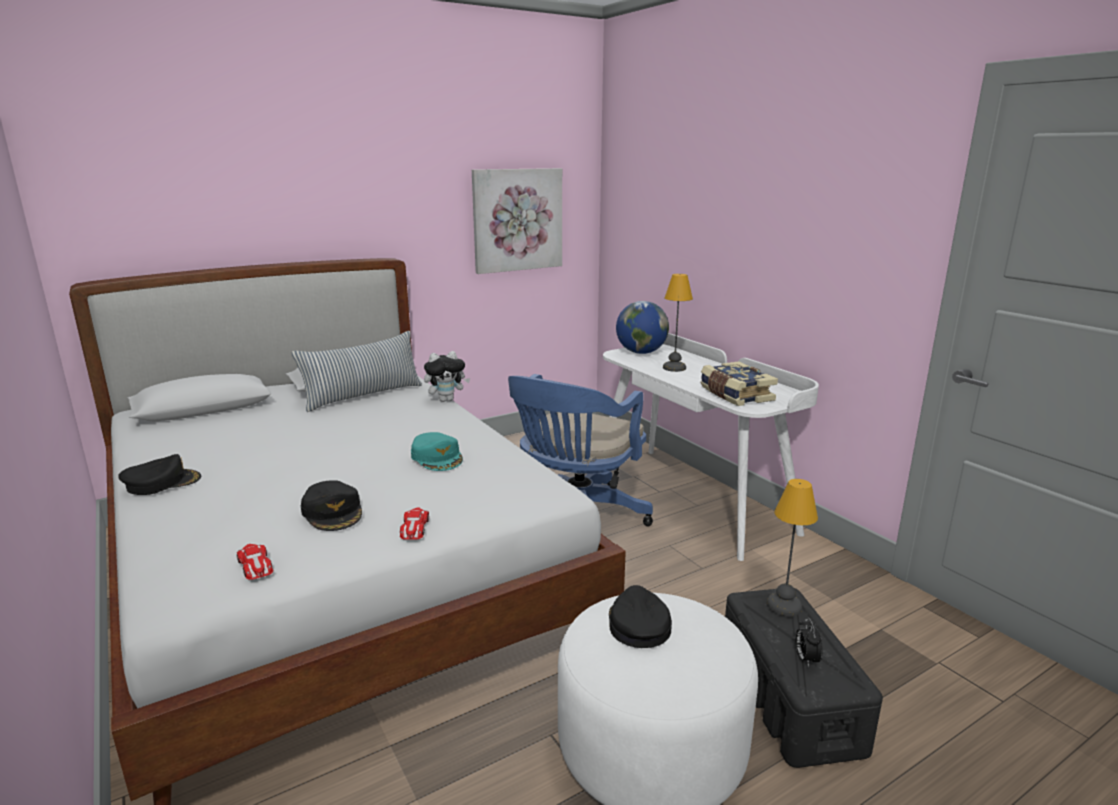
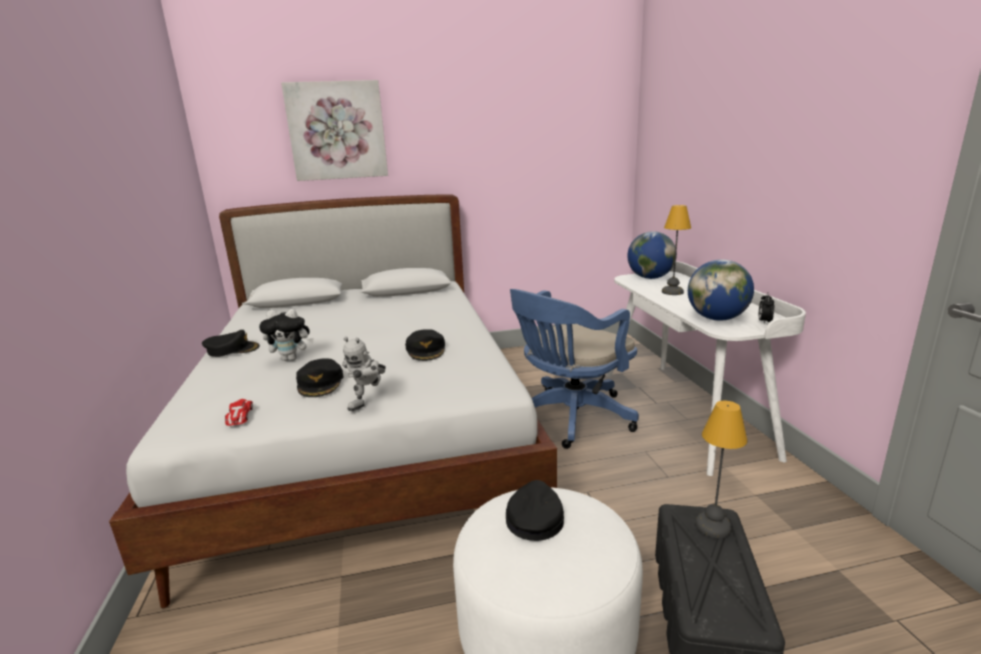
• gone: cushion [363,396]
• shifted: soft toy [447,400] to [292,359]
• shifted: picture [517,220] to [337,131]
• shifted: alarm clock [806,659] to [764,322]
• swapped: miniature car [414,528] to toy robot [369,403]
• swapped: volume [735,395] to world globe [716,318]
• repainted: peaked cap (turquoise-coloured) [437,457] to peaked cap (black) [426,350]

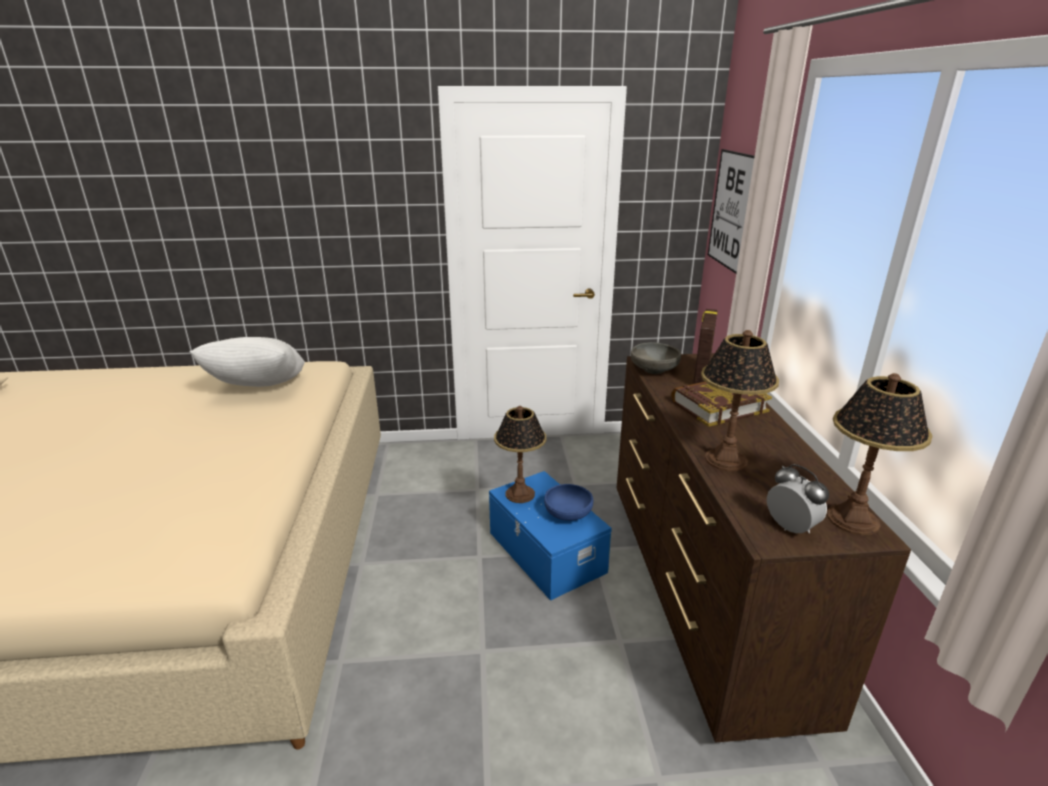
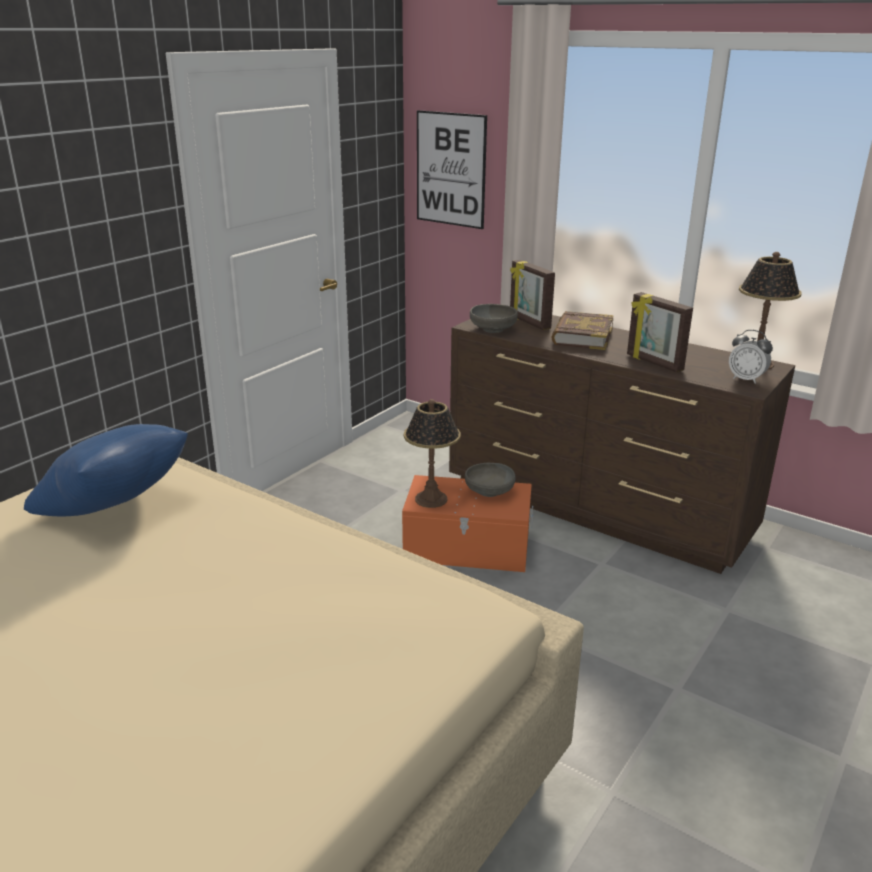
• swapped: table lamp [725,460] to photo frame [653,363]
• repainted: cushion (white) [258,390] to cushion (blue-coloured) [116,510]
• repainted: storage box (blue-coloured) [545,553] to storage box (orange-coloured) [467,547]
• repainted: deep dish (blue-coloured) [568,514] to deep dish (greyish) [489,491]
• rotated: alarm clock [790,527] = [746,379] 150 degrees counterclockwise

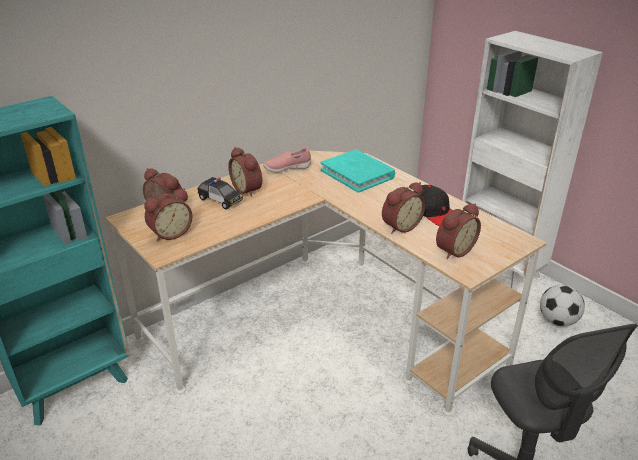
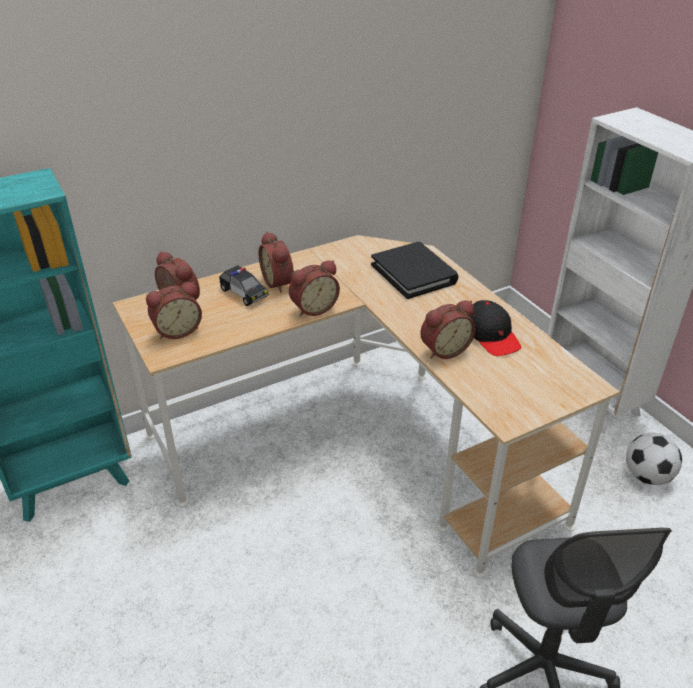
• gone: low shoe (pink-coloured) [287,169]
• shifted: alarm clock [453,250] to [313,308]
• repainted: volume (turquoise-coloured) [357,174] to volume (black) [414,273]

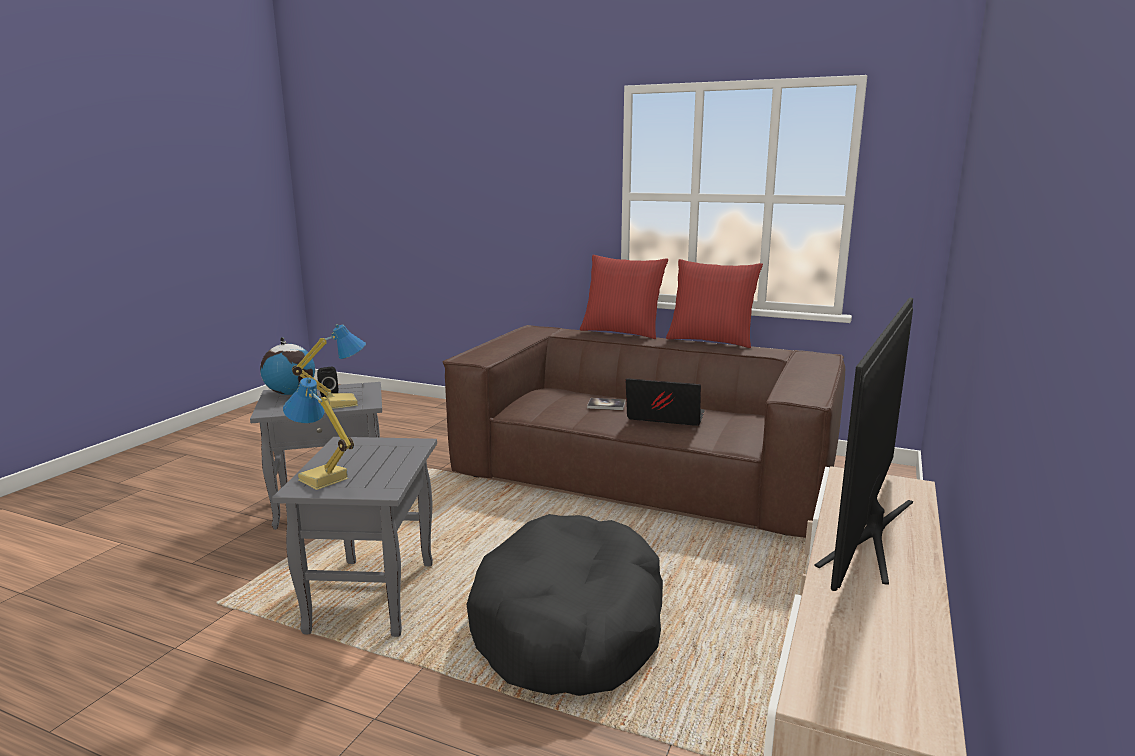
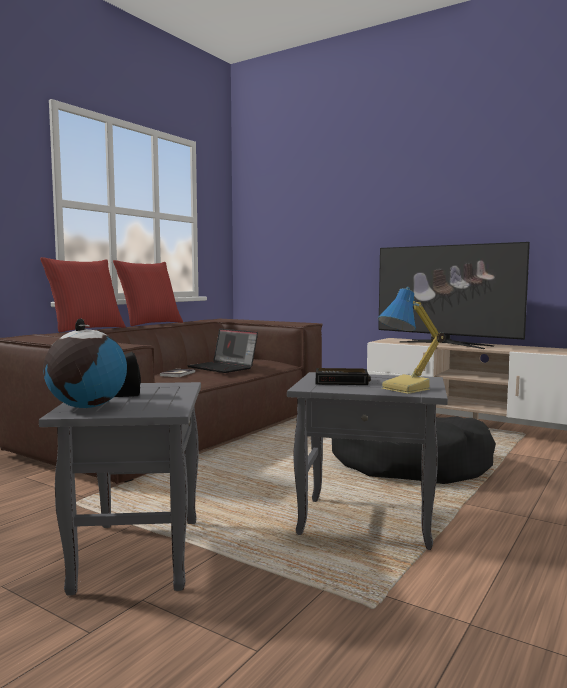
• gone: table lamp [341,403]
• new: alarm clock [342,382]
• rotated: laptop [664,418] = [223,368] 75 degrees counterclockwise

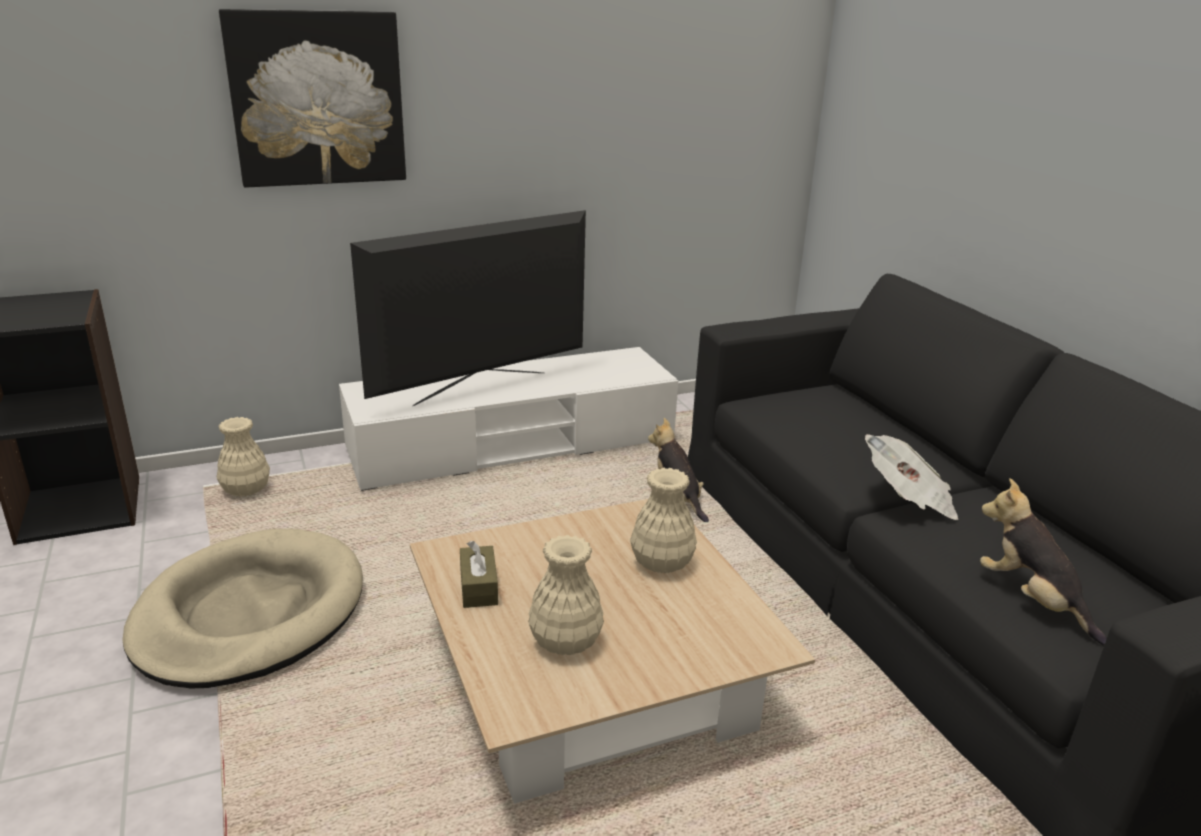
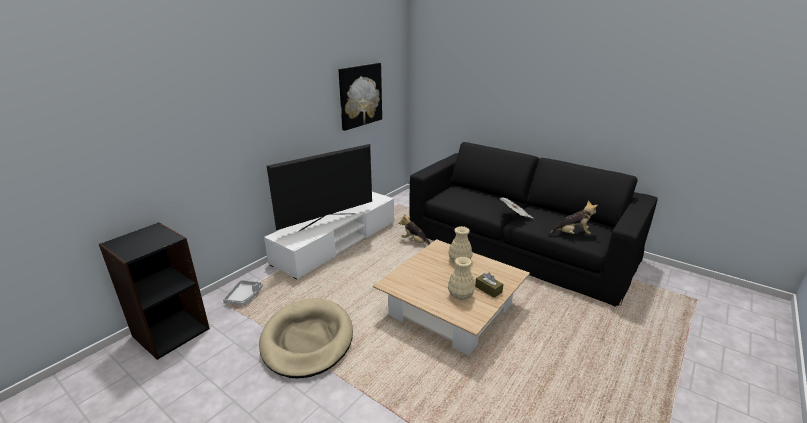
• shifted: picture [317,99] to [360,95]
• shifted: tissue holder (brown-coloured) [478,587] to [488,289]
• swapped: vase (beige-coloured) [246,490] to carrying tray (greyish) [244,296]
• rotated: TV set [482,389] = [327,222] 150 degrees counterclockwise
• rotated: soft toy [1031,600] = [572,234] 150 degrees clockwise

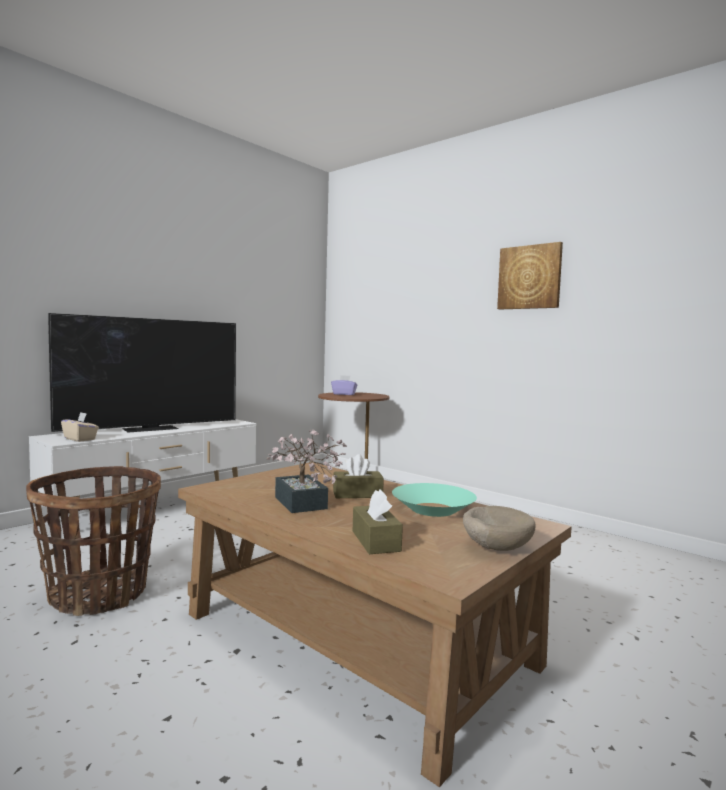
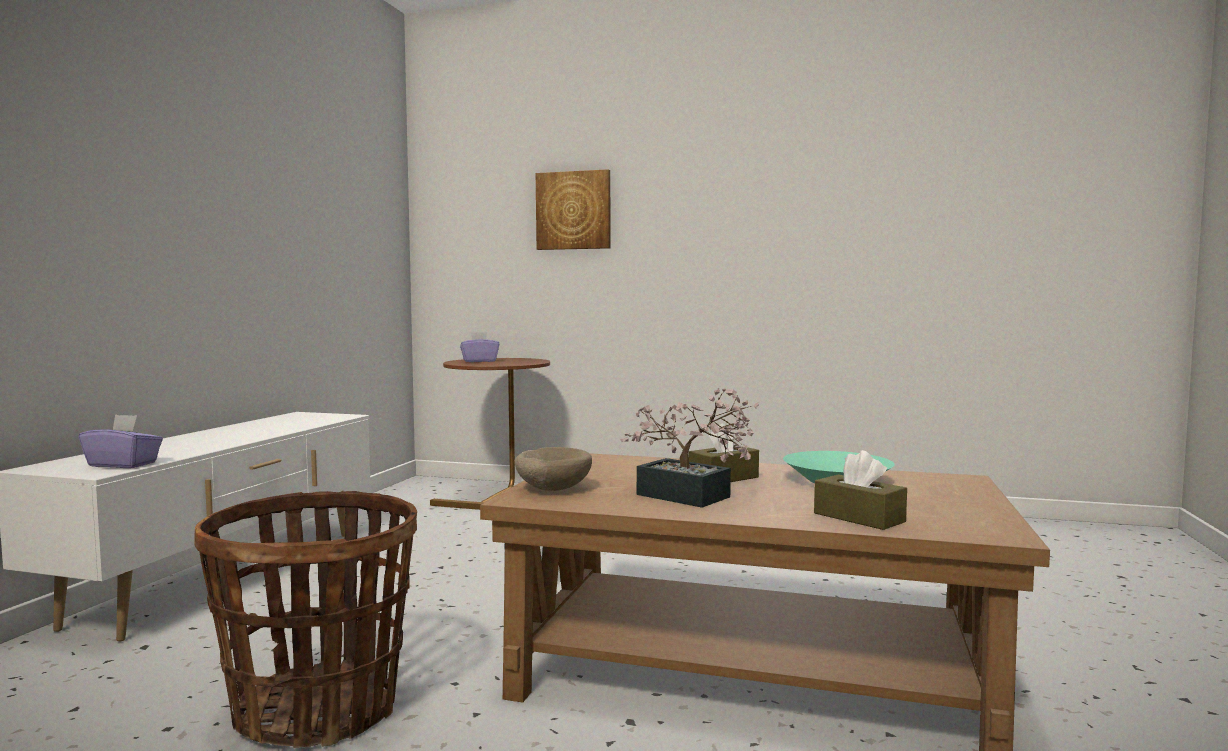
• gone: TV set [151,428]
• shifted: deep dish (beige-coloured) [495,547] to [552,489]
• shifted: picture [529,277] to [574,210]
• repainted: tissue holder (beige-coloured) [80,439] to tissue holder (purple) [123,464]

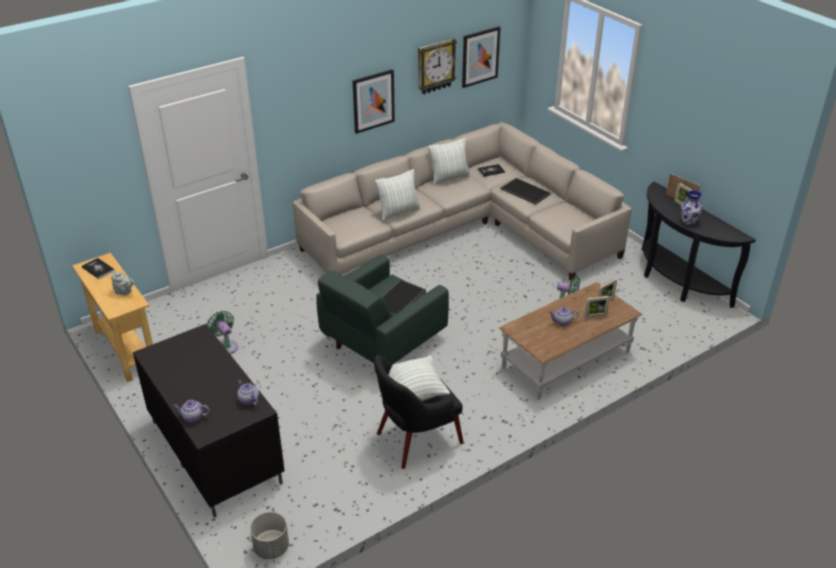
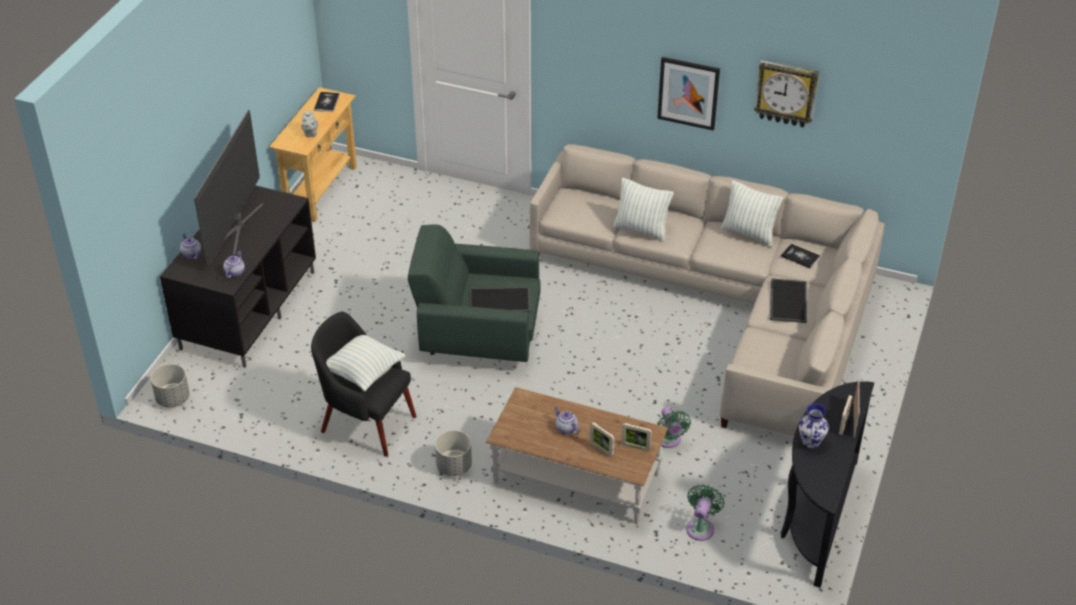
• gone: picture [480,56]
• new: TV set [236,227]
• new: flower pot (greyish) [454,466]
• shifted: fan (green) [226,346] to [701,527]

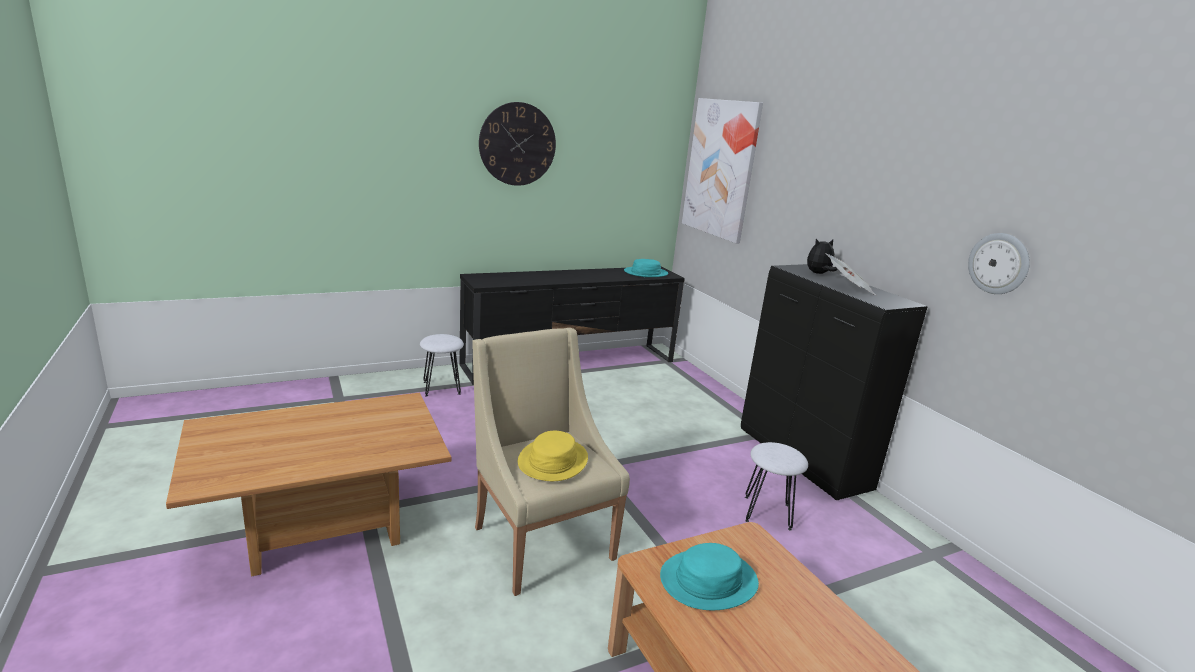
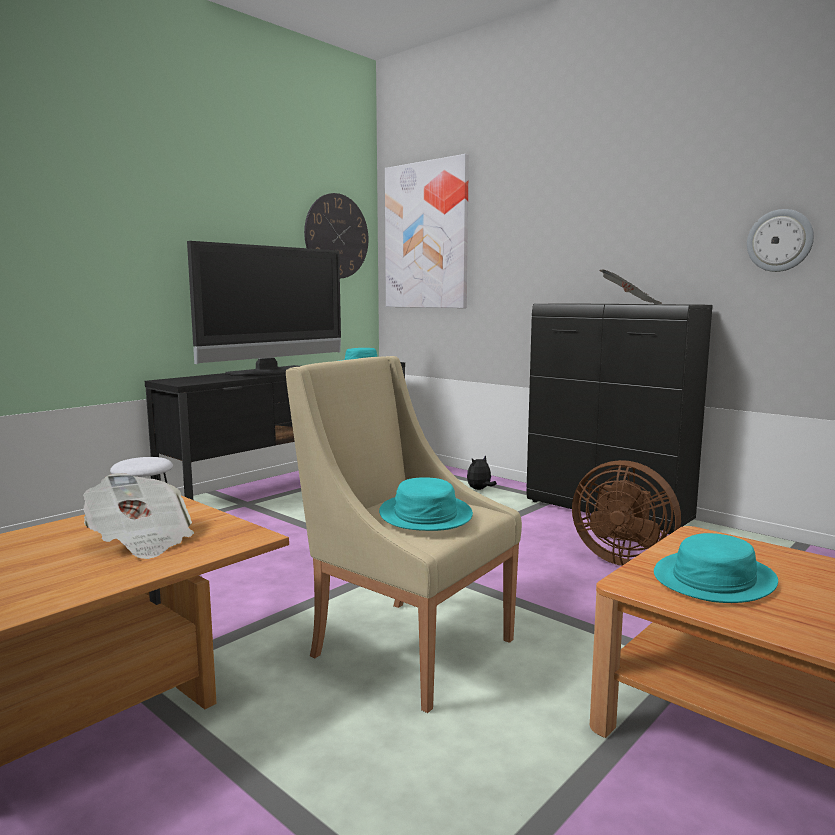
• new: newspaper [141,541]
• new: TV set [272,372]
• shifted: hanging clock [517,144] to [336,236]
• shifted: soft toy [818,274] to [480,489]
• swapped: stool (white) [768,513] to fan (brown-coloured) [622,558]
• repainted: hat (yellowish) [552,460] to hat (turquoise-coloured) [425,514]

